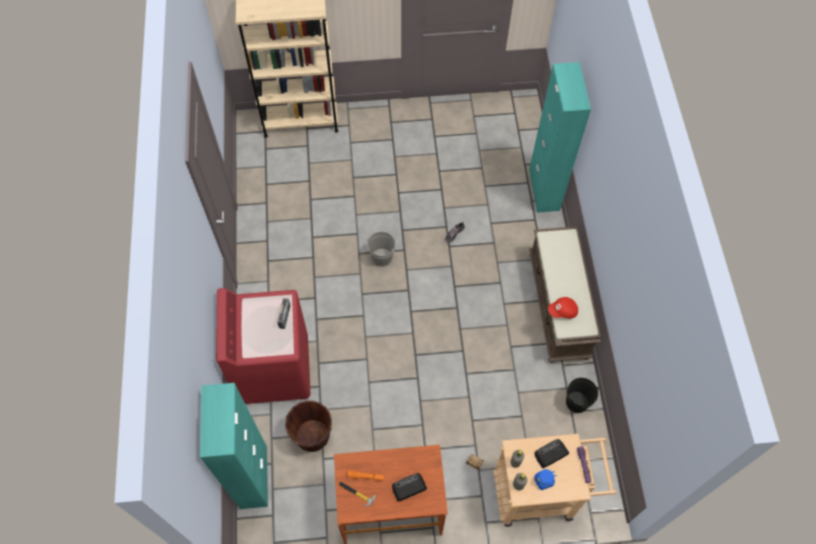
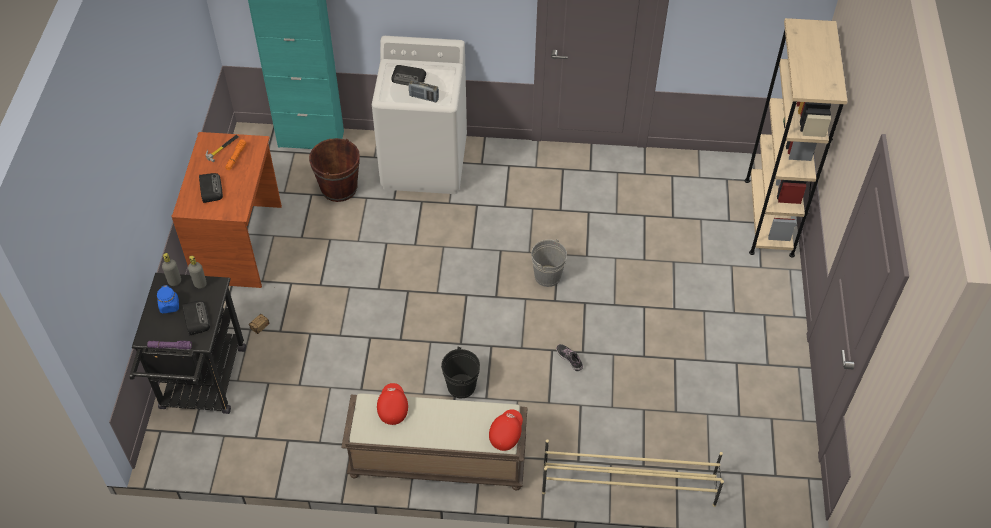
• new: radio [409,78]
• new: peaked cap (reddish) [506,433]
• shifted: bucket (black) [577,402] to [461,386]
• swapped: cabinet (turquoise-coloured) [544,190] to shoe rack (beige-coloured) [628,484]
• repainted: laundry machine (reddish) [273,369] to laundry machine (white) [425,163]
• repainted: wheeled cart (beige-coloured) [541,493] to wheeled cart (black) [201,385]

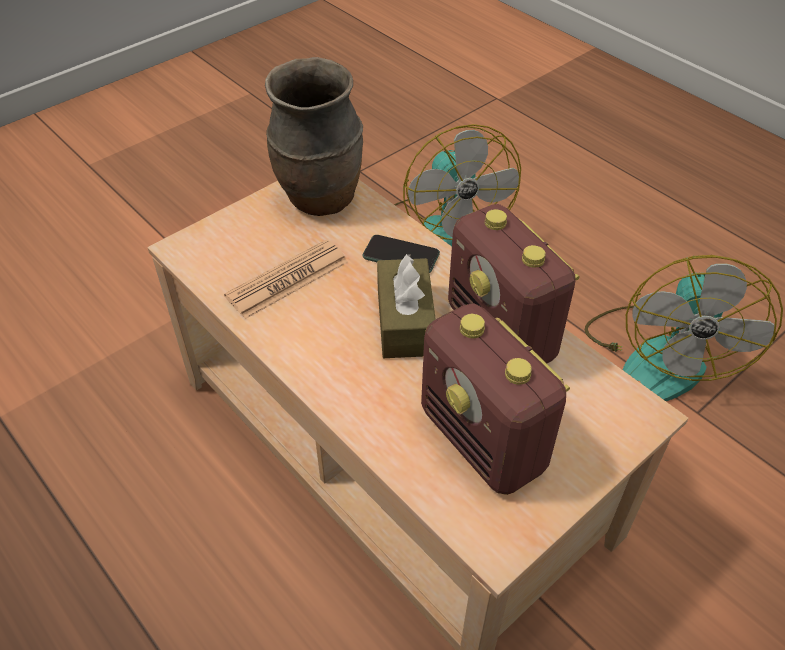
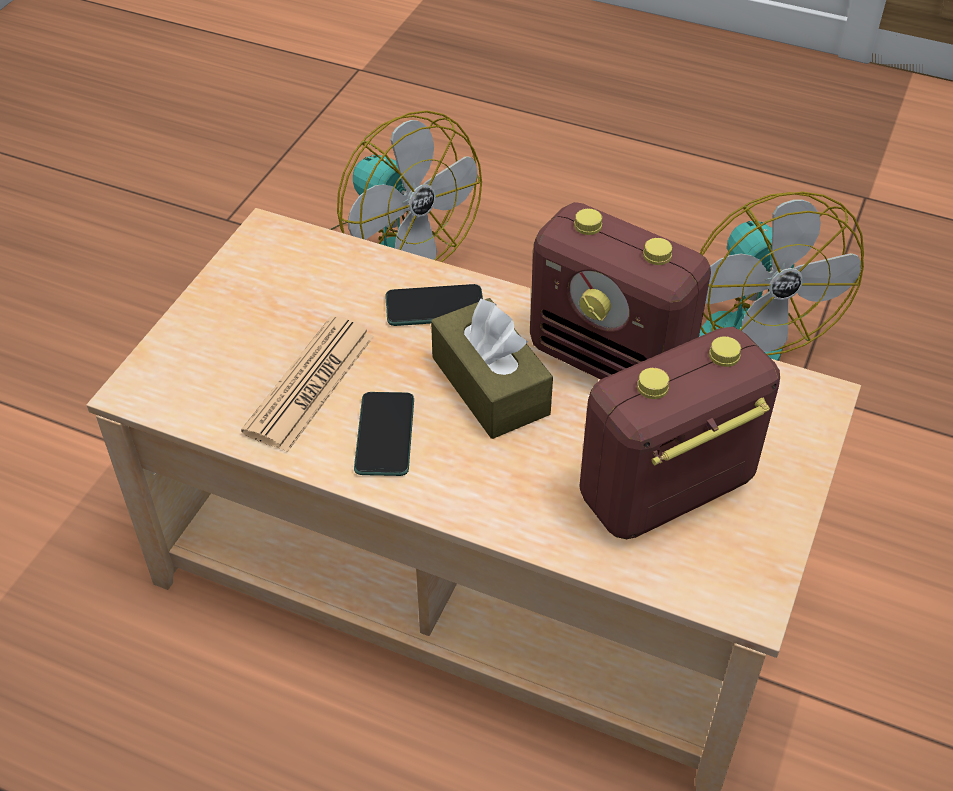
• gone: vase (brown-coloured) [320,199]
• new: phone [385,435]
• rotated: radio [484,441] = [665,491] 120 degrees clockwise

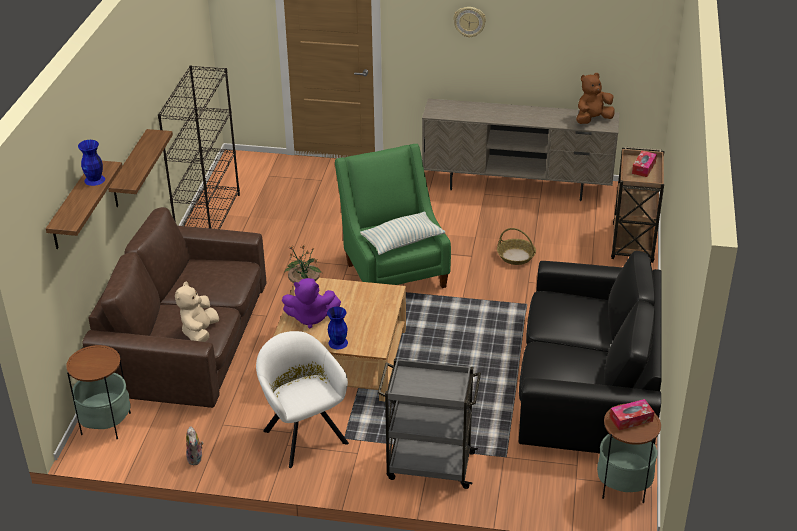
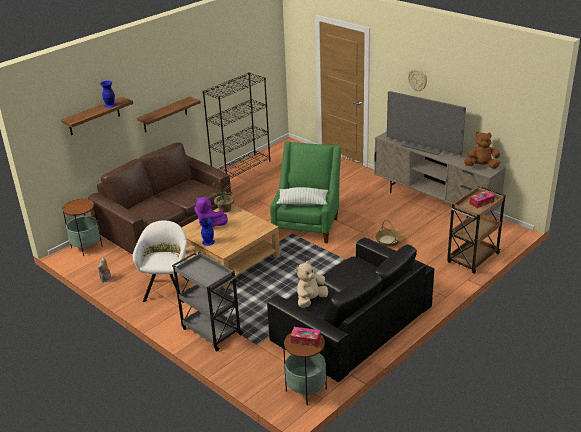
• new: TV set [424,146]
• shifted: soft toy (beige-coloured) [199,332] to [310,300]

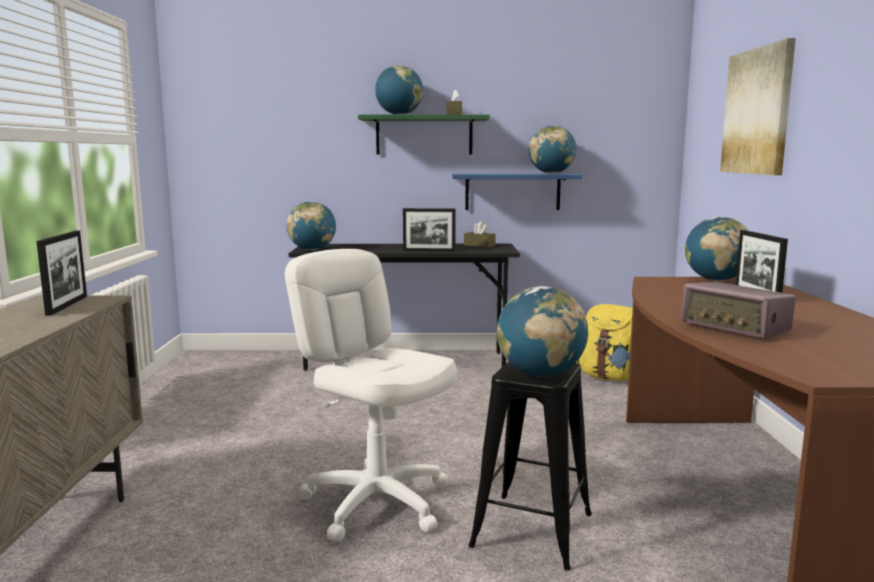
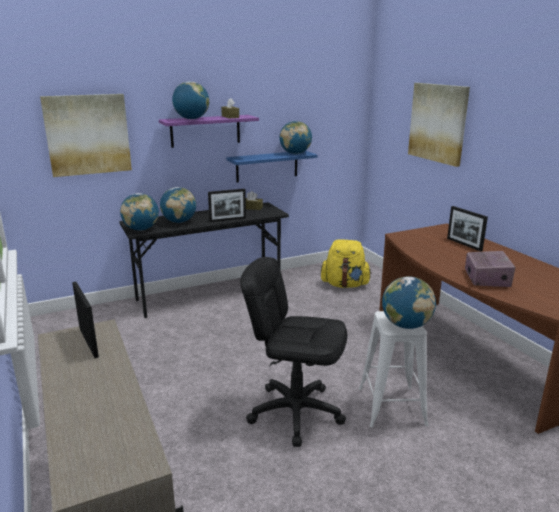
• new: picture [88,134]
• shifted: world globe [716,280] to [179,222]
• repainted: desk chair (white) [377,502] to desk chair (black) [295,412]
• repainted: wall shelf (green) [424,135] to wall shelf (purple) [205,131]
• repainted: stool (black) [532,530] to stool (white) [391,406]
• rotated: radio [736,328] = [487,278] 105 degrees counterclockwise

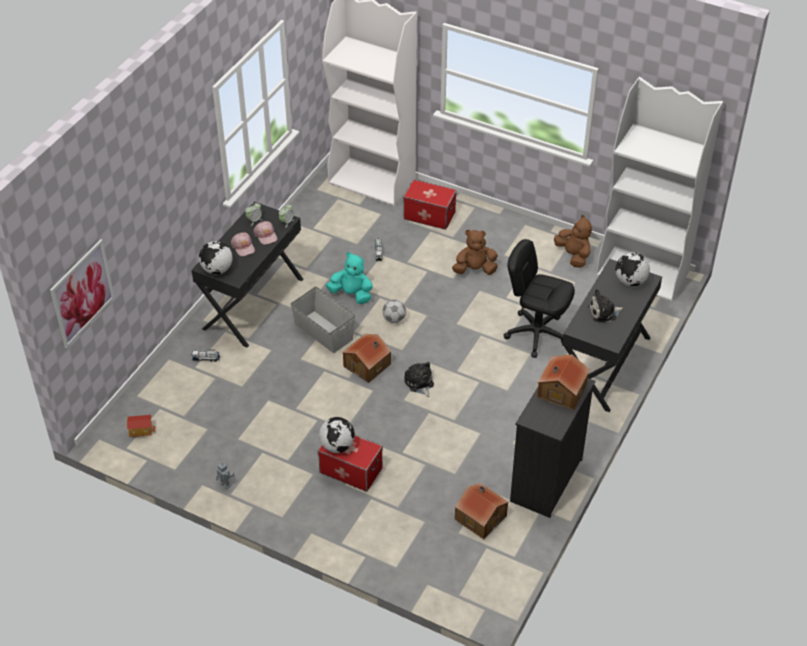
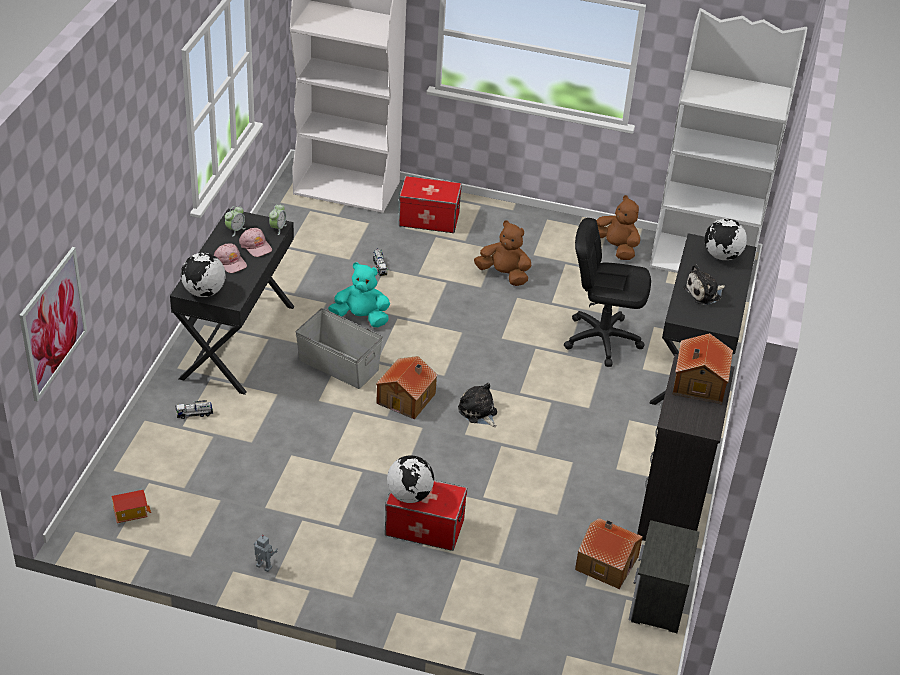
• gone: football ball [394,319]
• new: bedside table [657,601]
• rotated: soft toy (brown-coloured) [475,270] = [504,275] 45 degrees clockwise

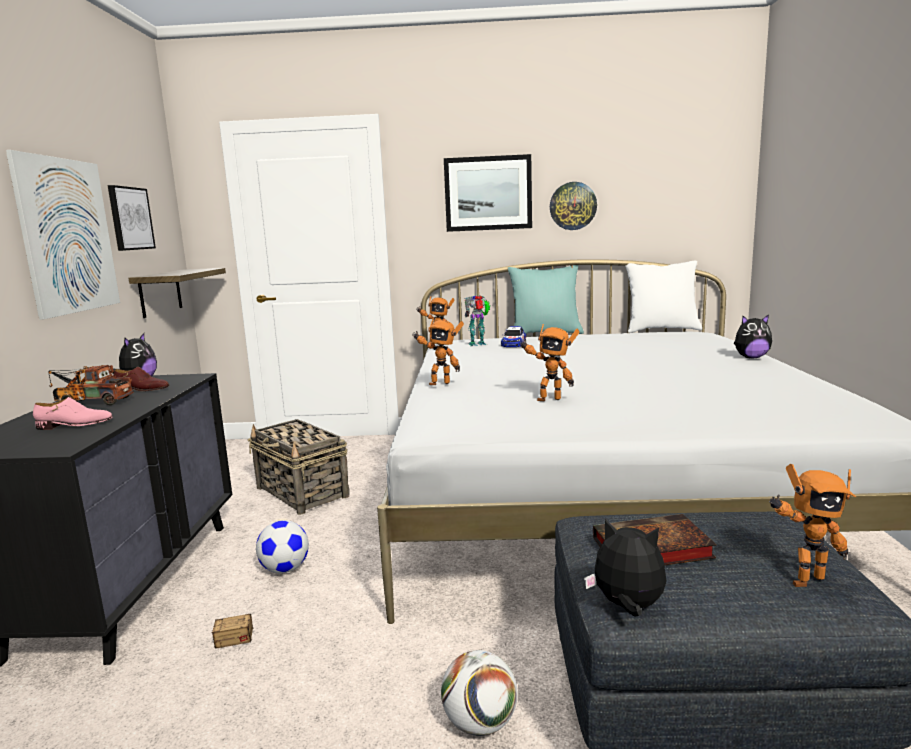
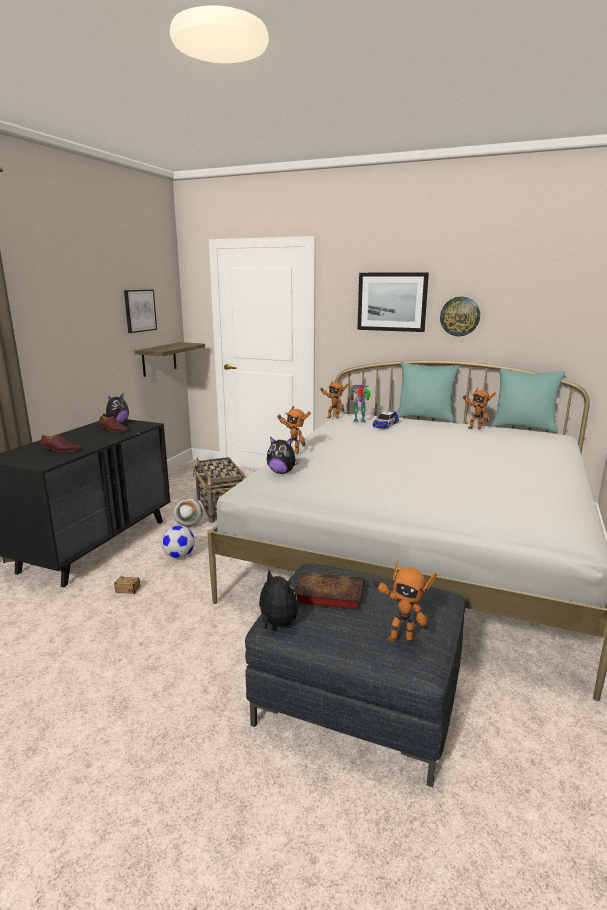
• gone: picture [68,236]
• gone: toy truck [91,402]
• shifted: football ball [480,723] to [188,525]
• shifted: toy robot [548,399] to [474,428]
• shifted: soft toy [751,357] to [282,472]
• repainted: low shoe (pink-coloured) [75,425] to low shoe (brown-coloured) [60,450]
• repainted: cushion (white) [661,330] to cushion (turquoise-coloured) [523,427]

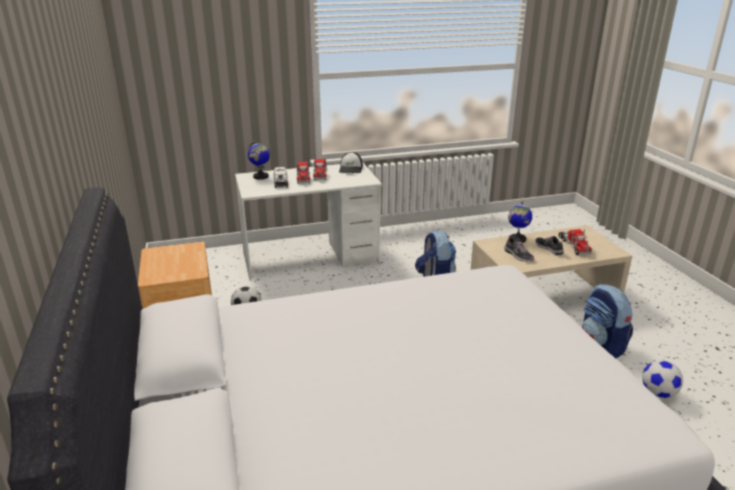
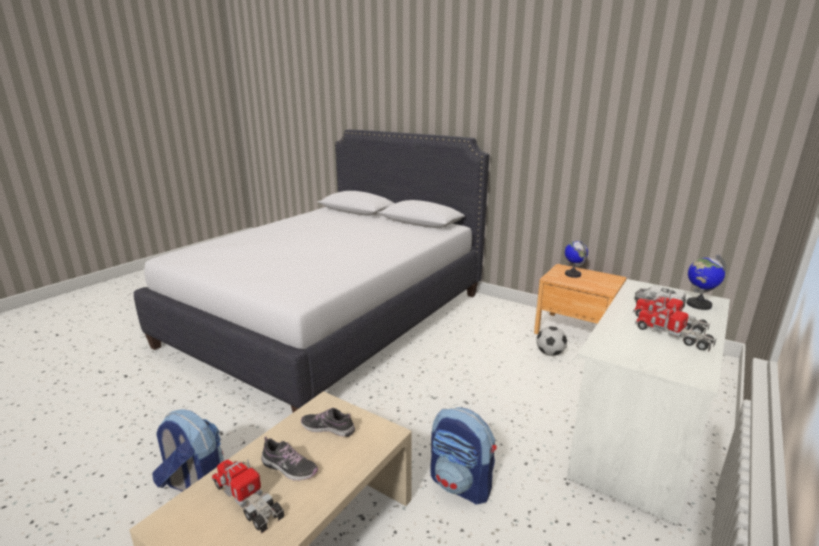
• gone: peaked cap [351,169]
• gone: football ball [658,393]
• shifted: world globe [517,239] to [573,274]

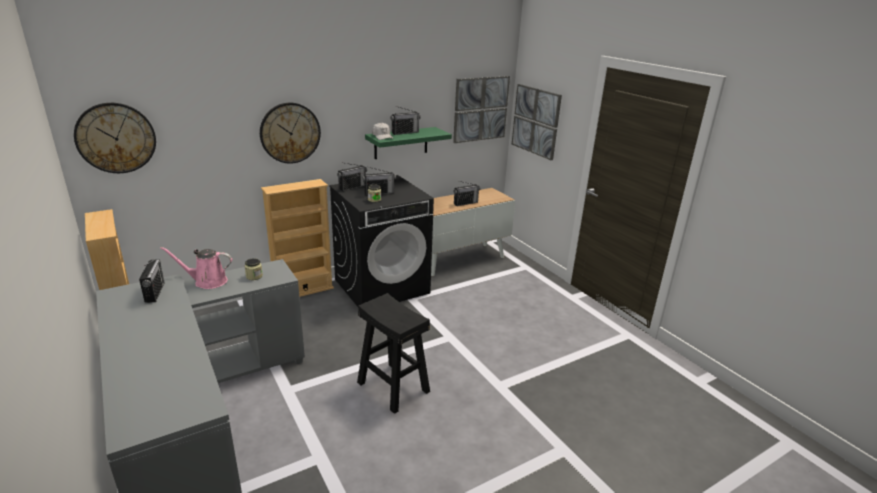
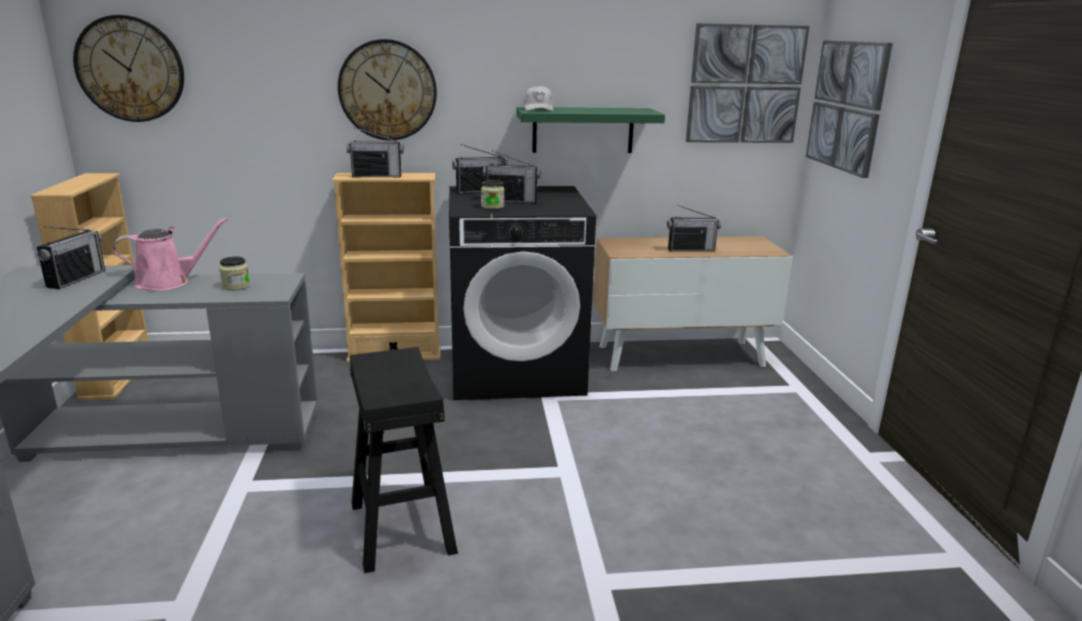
• shifted: radio [405,132] to [377,176]
• rotated: sprinkling can (pink-coloured) [207,281] = [168,282] 135 degrees clockwise

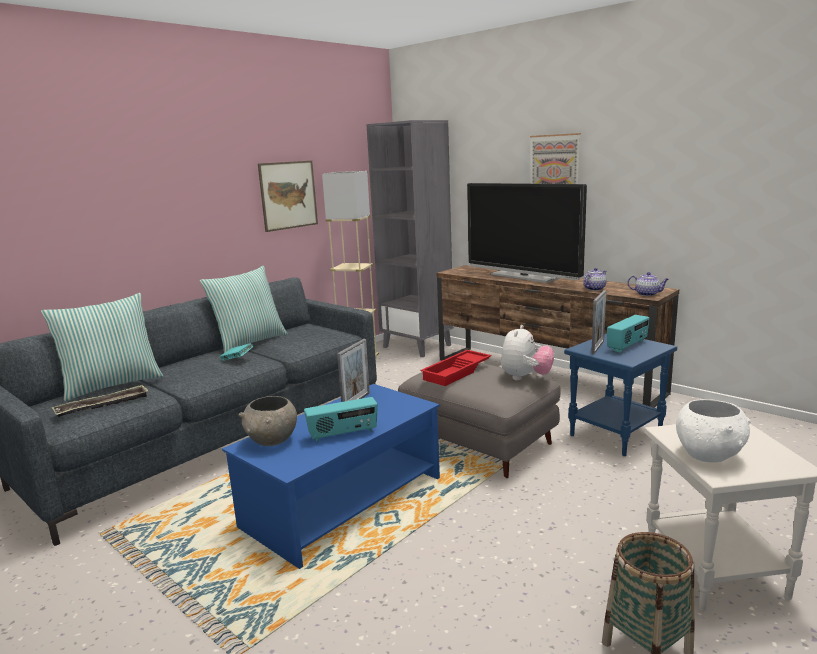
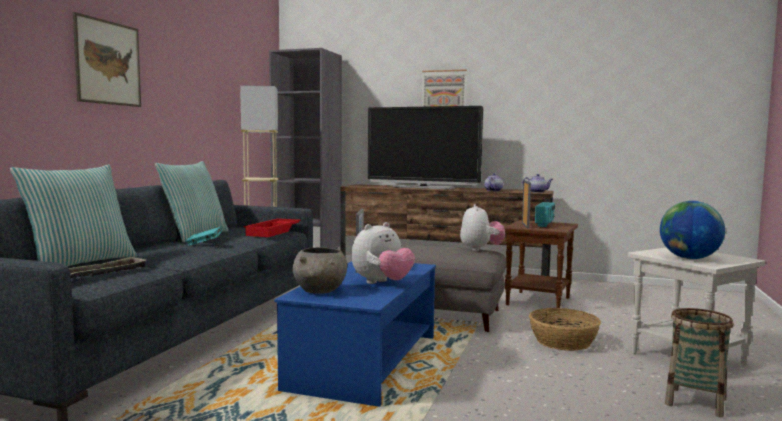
• new: storage basket [562,342]
• shifted: picture [288,195] to [108,63]
• shifted: carrying tray (reddish) [457,372] to [274,232]
• swapped: radio [343,434] to soft toy [382,283]
• swapped: deep dish (white) [709,455] to world globe [689,258]
• repainted: accent table (blue-coloured) [615,433] to accent table (brown-coloured) [537,301]

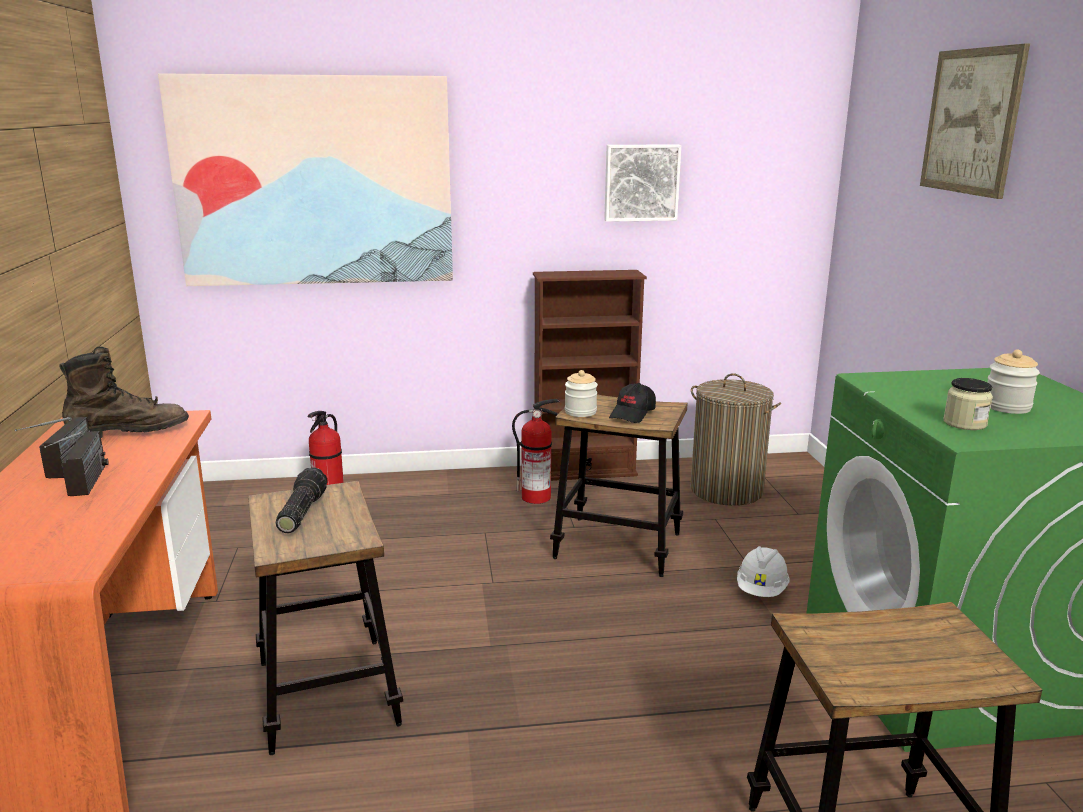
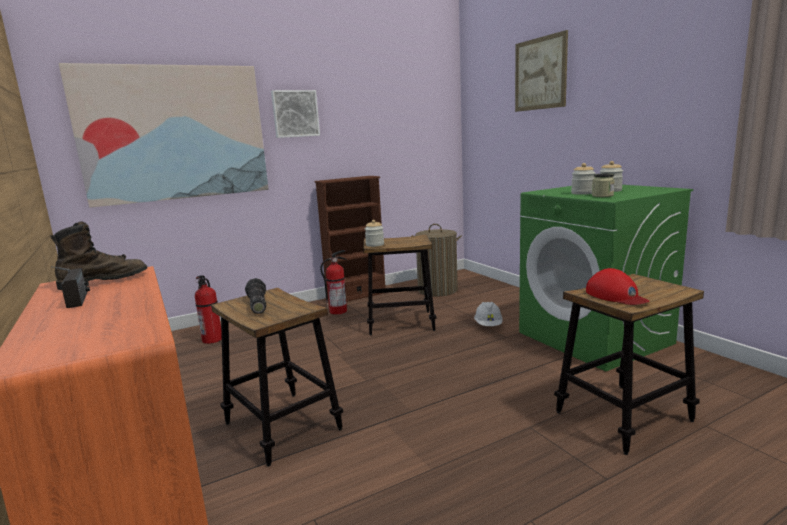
• gone: radio [85,488]
• gone: peaked cap (black) [633,414]
• new: jar [582,193]
• new: peaked cap (reddish) [616,295]
• shifted: picture [641,182] to [295,114]

